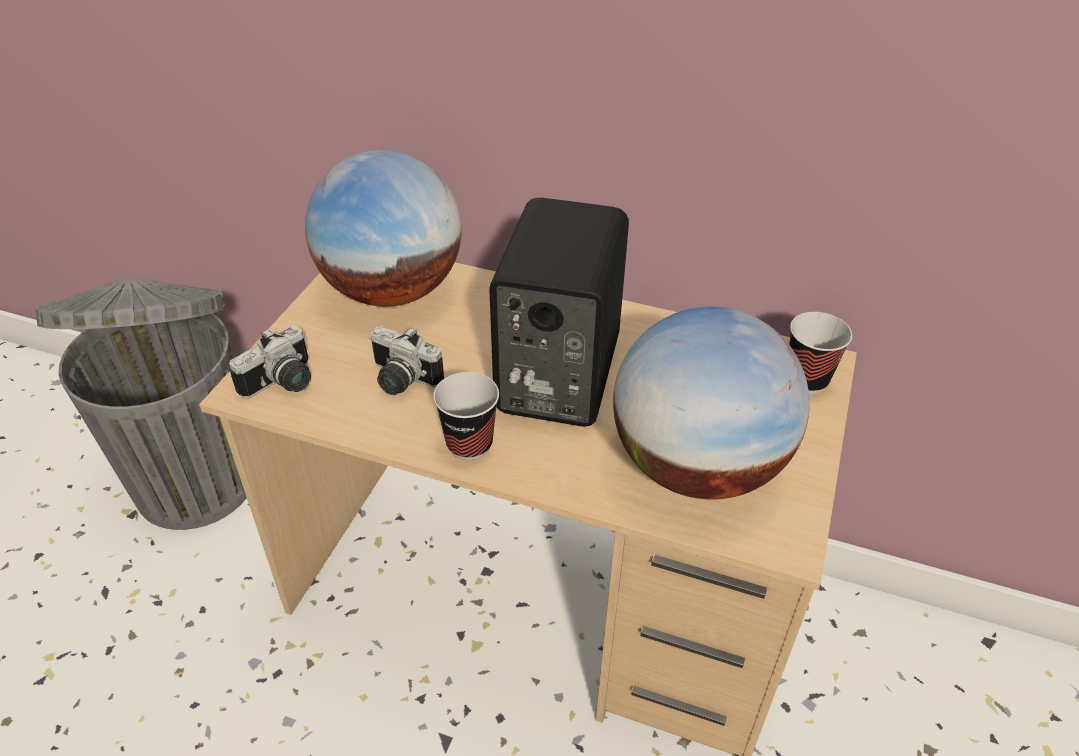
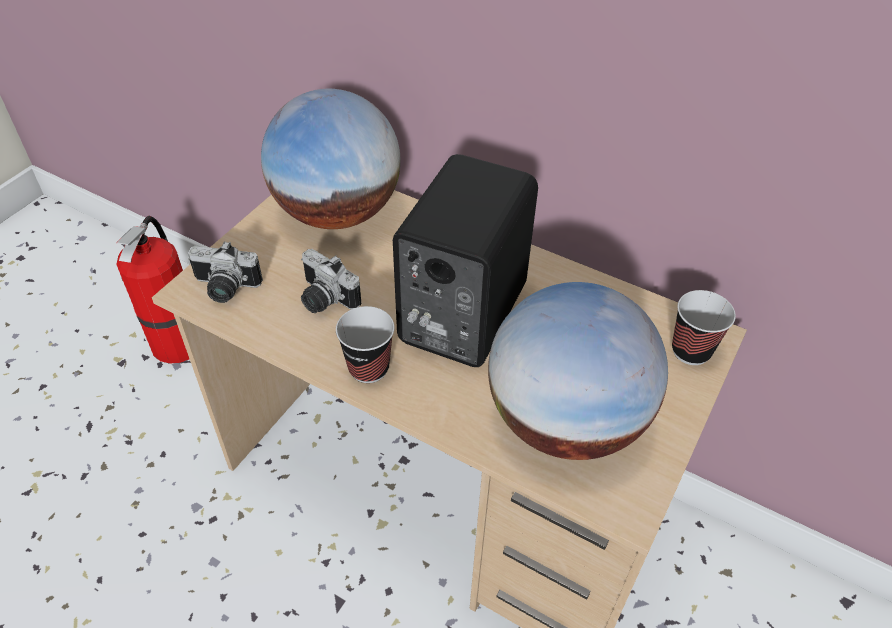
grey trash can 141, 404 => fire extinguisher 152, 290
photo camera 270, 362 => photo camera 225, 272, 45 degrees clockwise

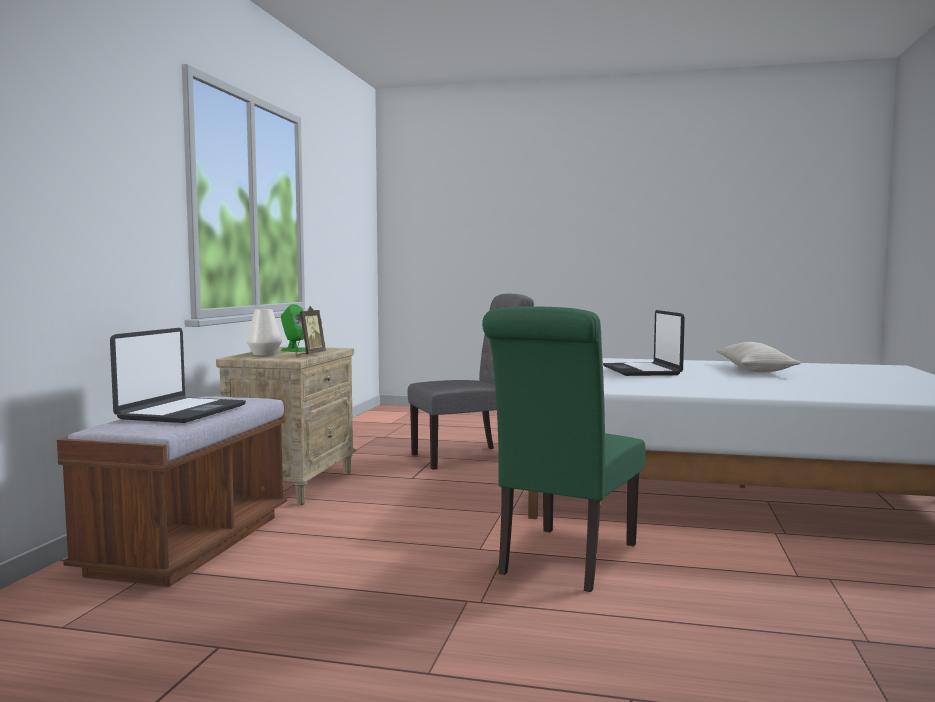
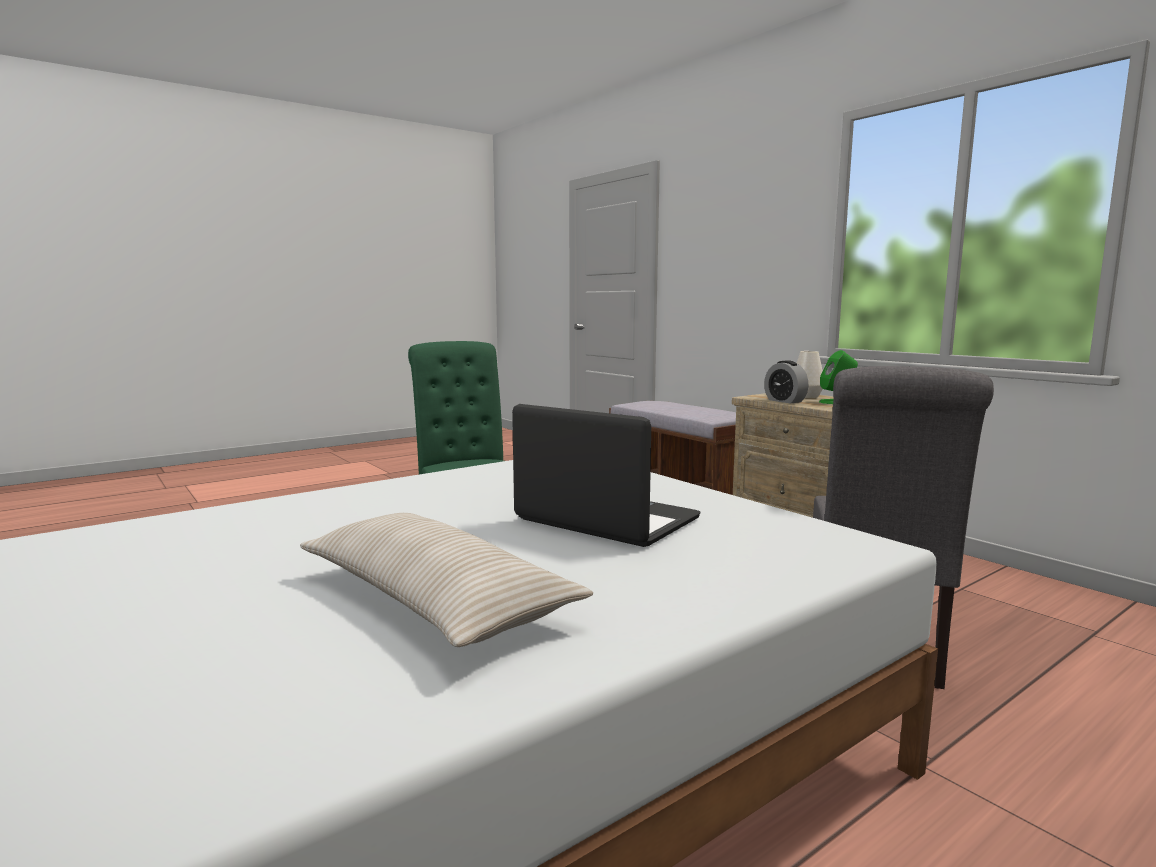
laptop 178, 375 => nothing
picture frame 311, 330 => alarm clock 786, 382

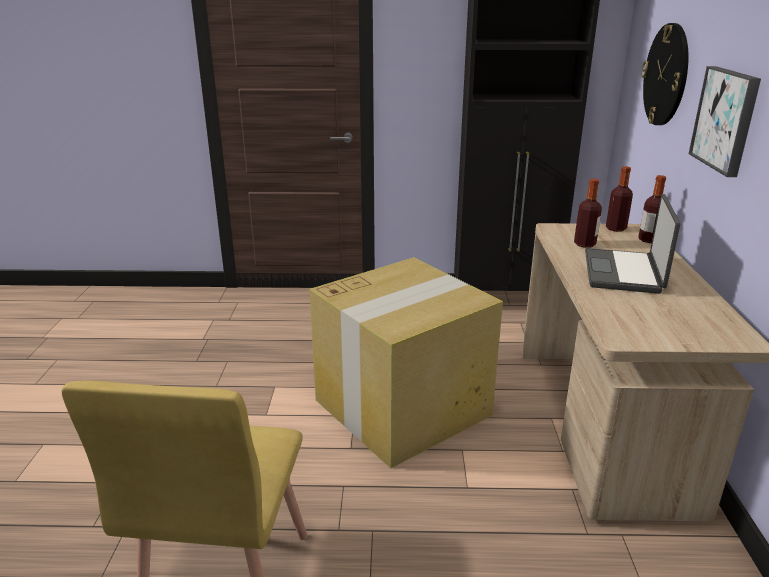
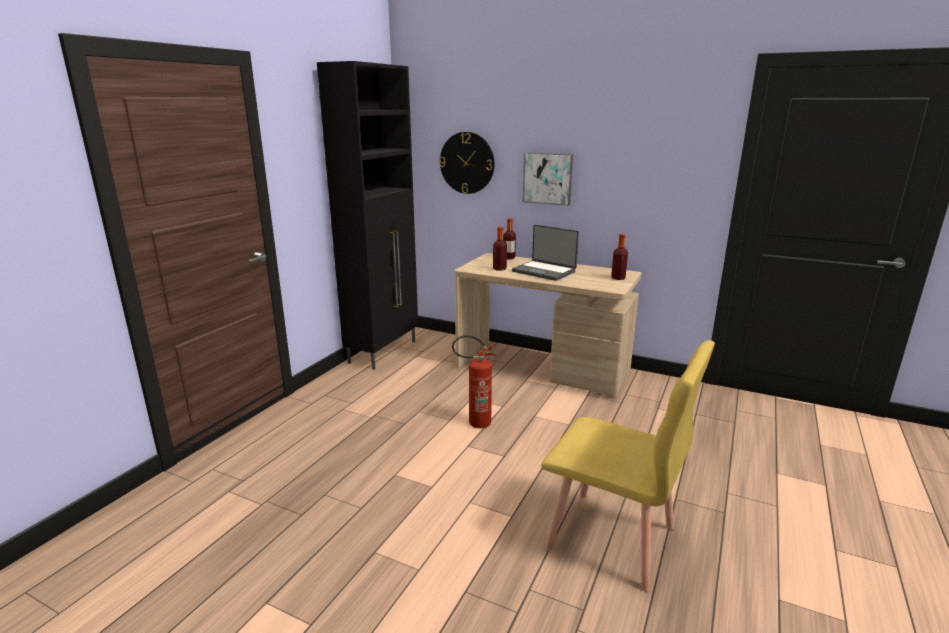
bottle 619, 199 => bottle 619, 257, move
cardboard box 406, 362 => fire extinguisher 474, 381

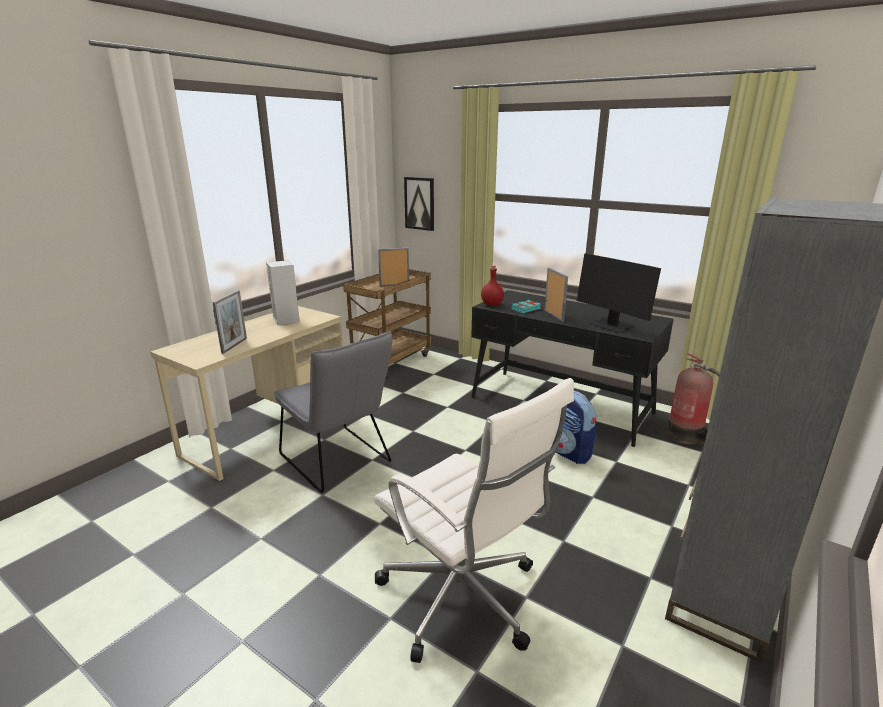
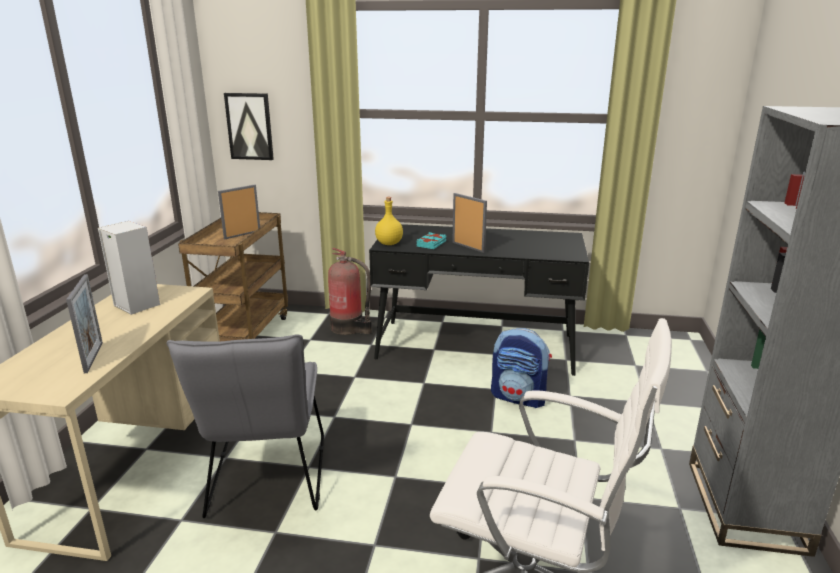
monitor 619, 293 => nothing
fire extinguisher 693, 399 => fire extinguisher 350, 291, move
red bottle 492, 285 => yellow bottle 389, 221
grey chair 333, 412 => grey chair 245, 426, 60 degrees clockwise

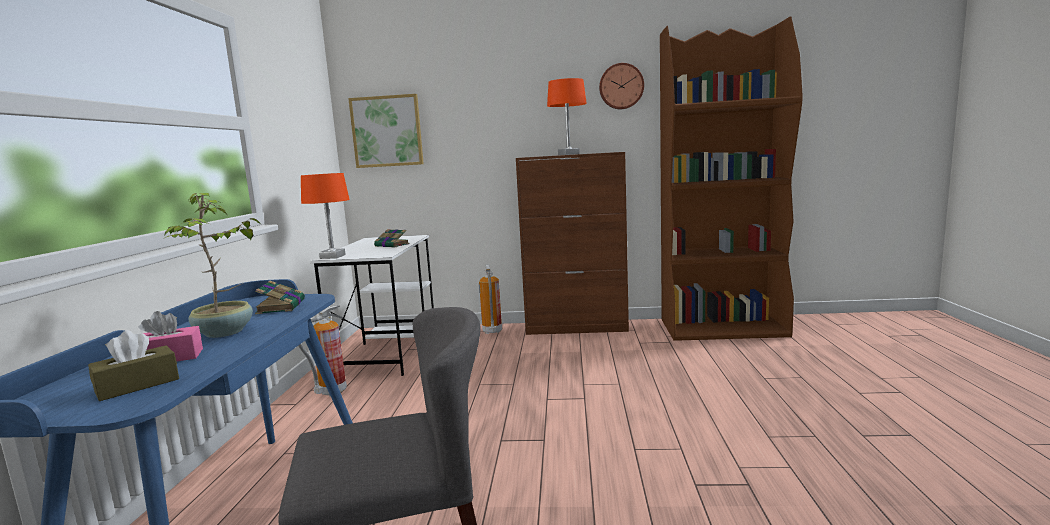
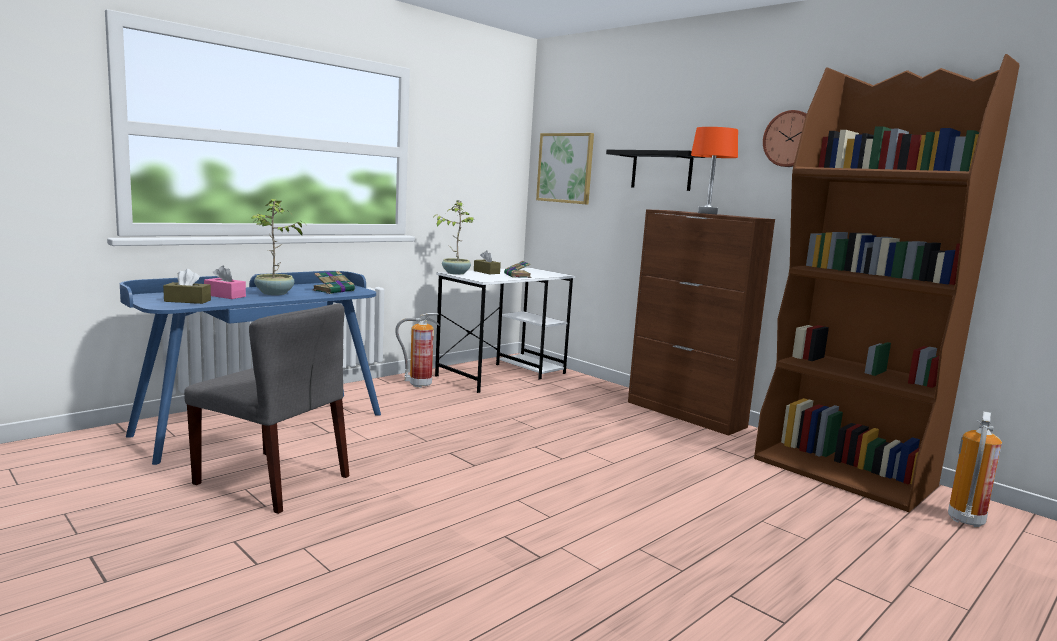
nothing => brown tissue box 487, 262
nothing => black shelf 656, 170
fire extinguisher 490, 299 => fire extinguisher 975, 469, move
orange table lamp 325, 216 => potted plant 455, 237

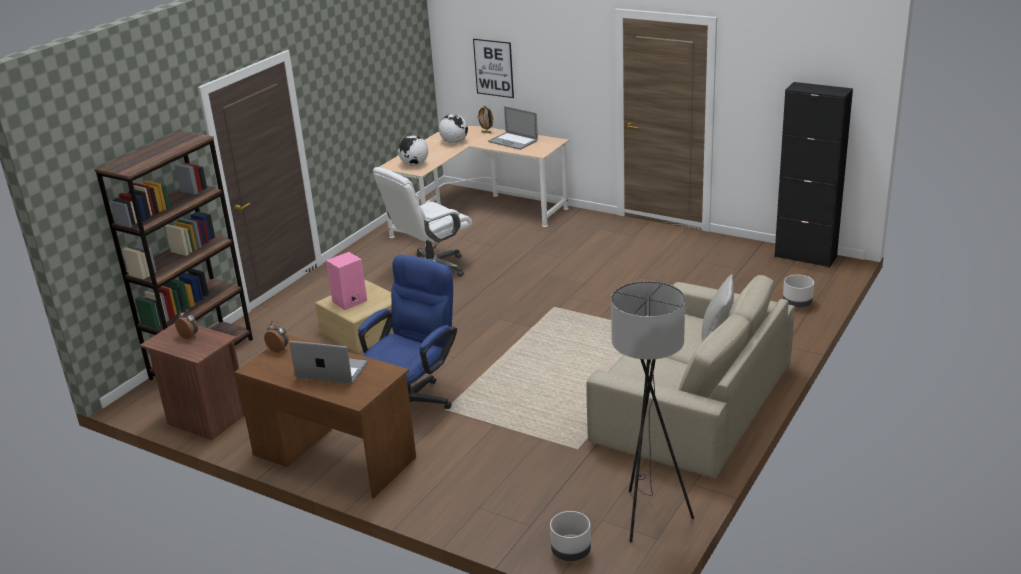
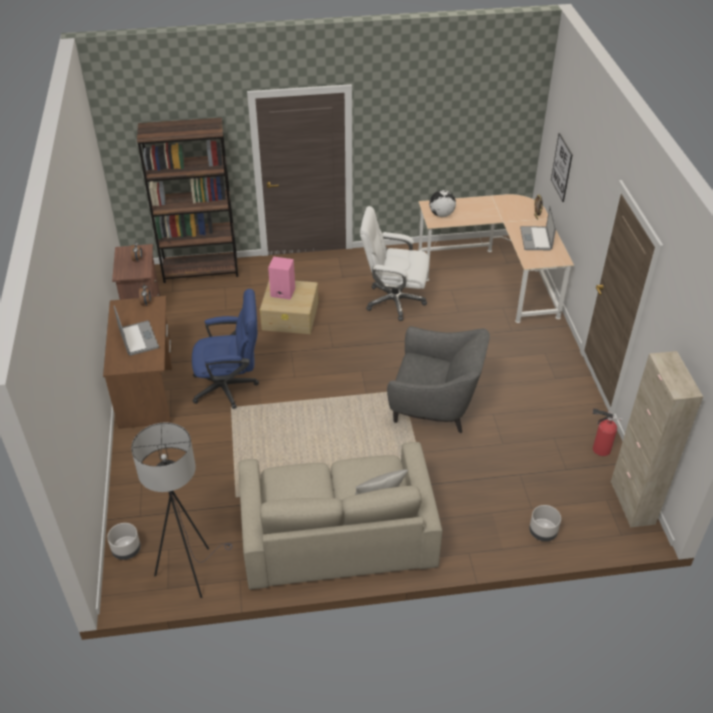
globe 453, 128 => nothing
nothing => grey armchair 438, 379
nothing => fire extinguisher 607, 432
black cabinet 813, 175 => beige cabinet 657, 439

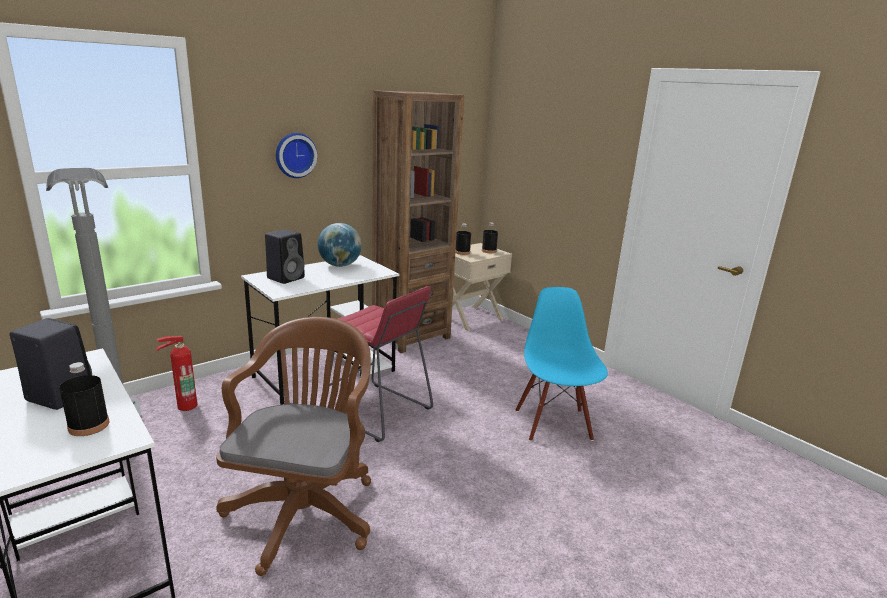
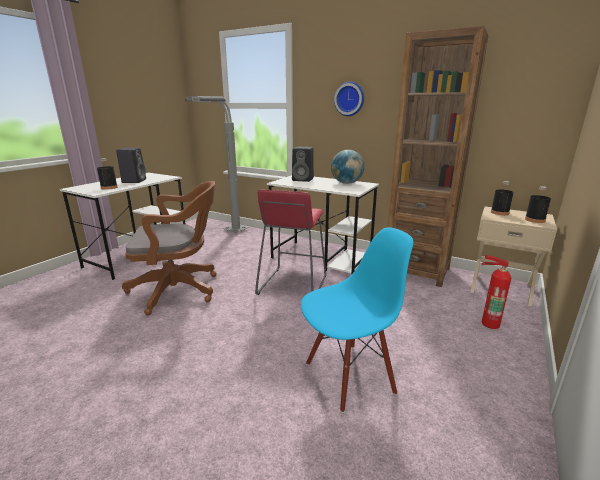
fire extinguisher 176, 373 => fire extinguisher 496, 292, move

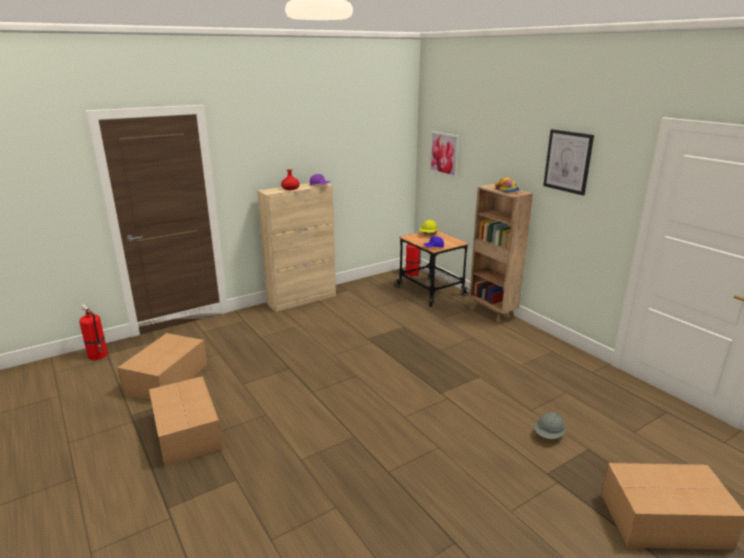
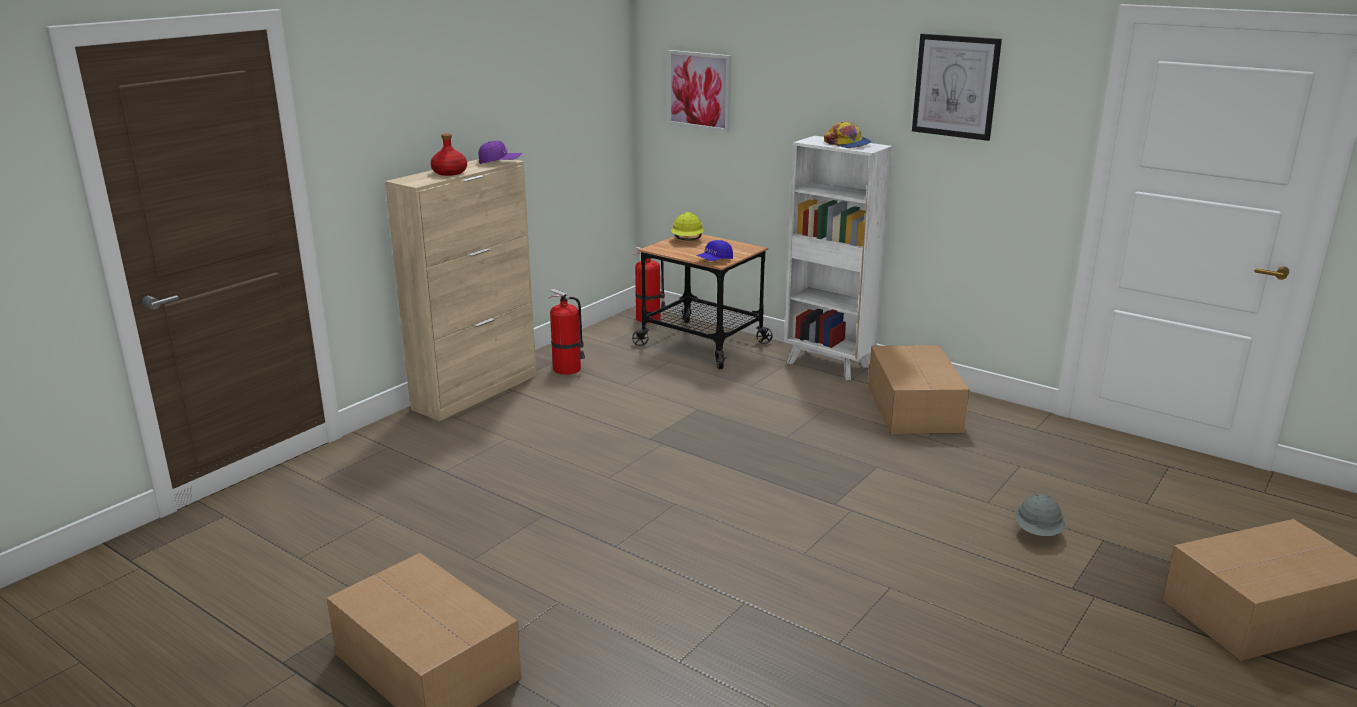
fire extinguisher 93, 332 => fire extinguisher 567, 332, move
cardboard box 162, 366 => cardboard box 918, 389, move
brown bookcase 501, 254 => white bookcase 838, 258

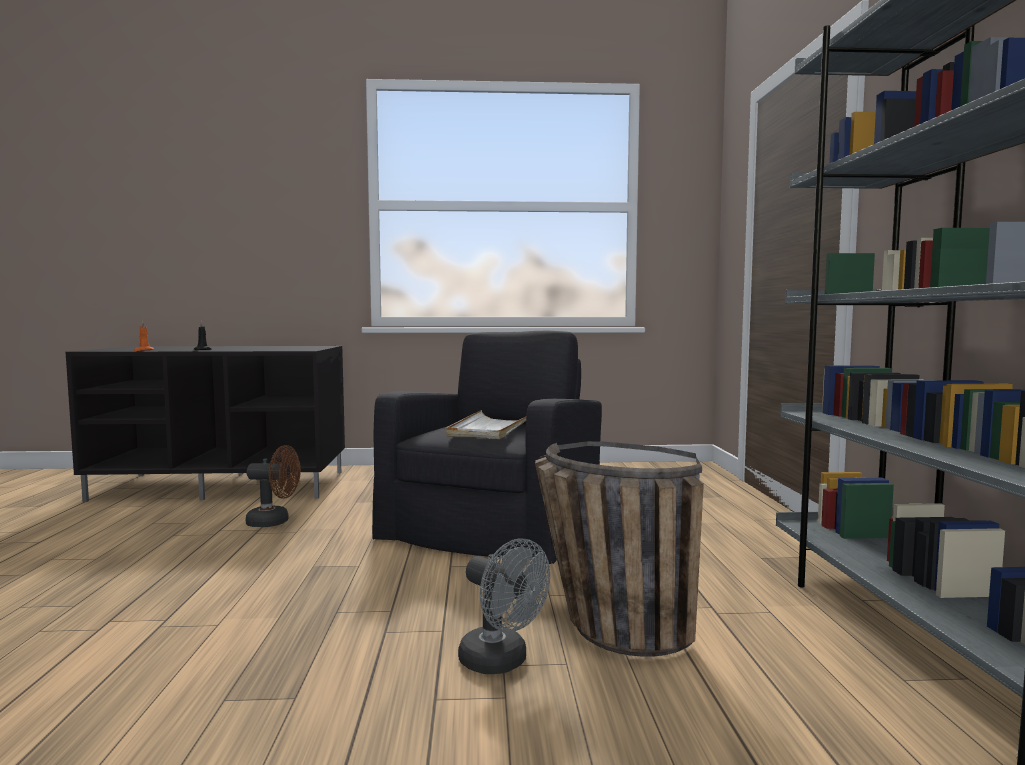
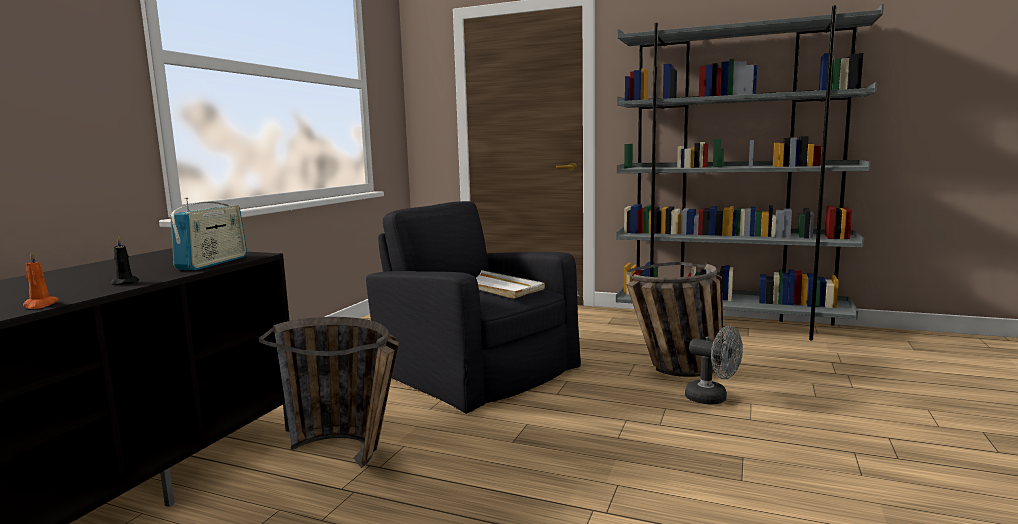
nothing => radio 208, 233
brown fan 273, 486 => basket 328, 392
grey fan 504, 606 => grey fan 714, 365, 60 degrees clockwise

